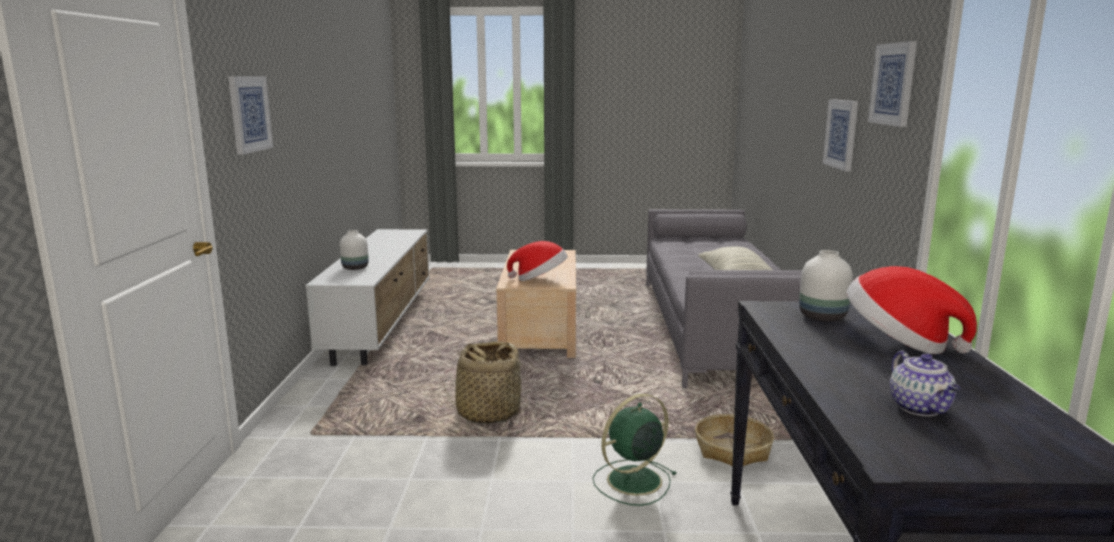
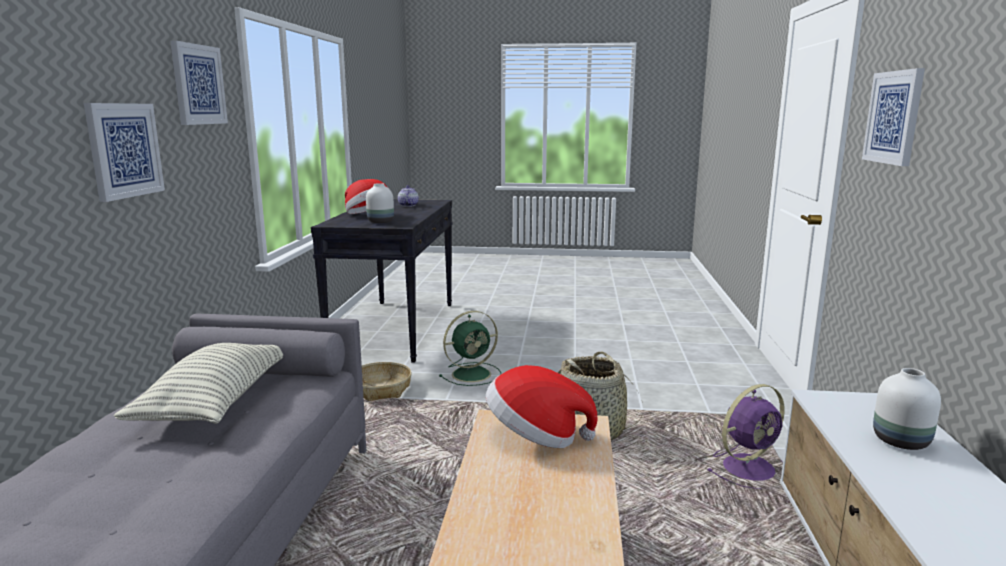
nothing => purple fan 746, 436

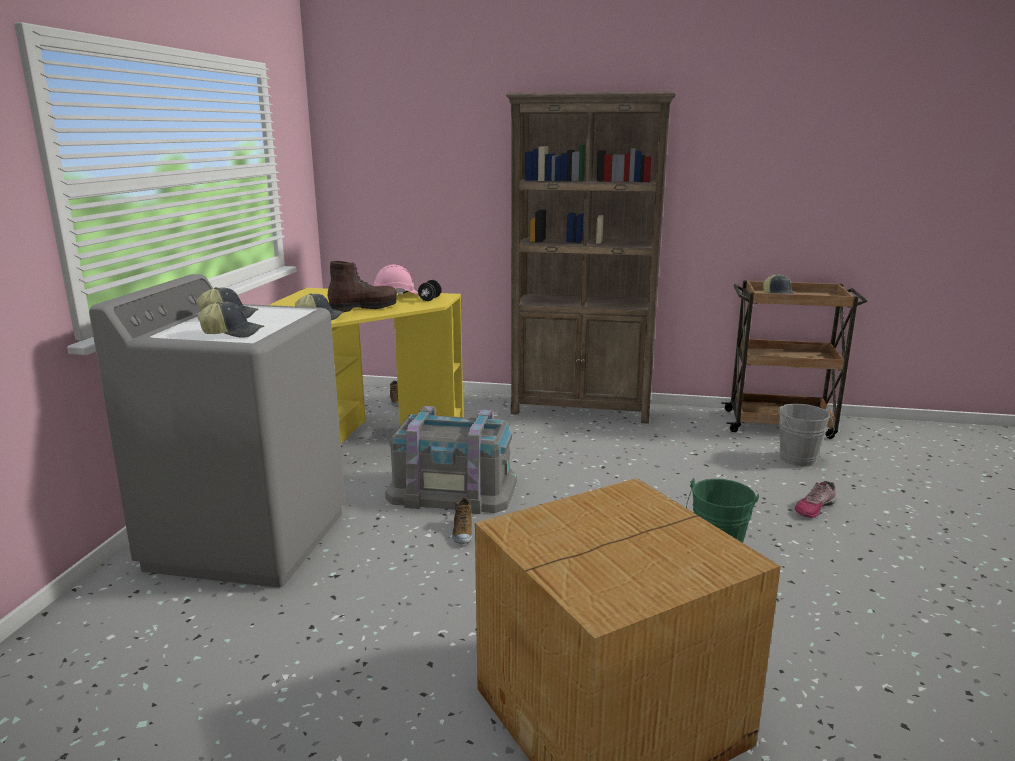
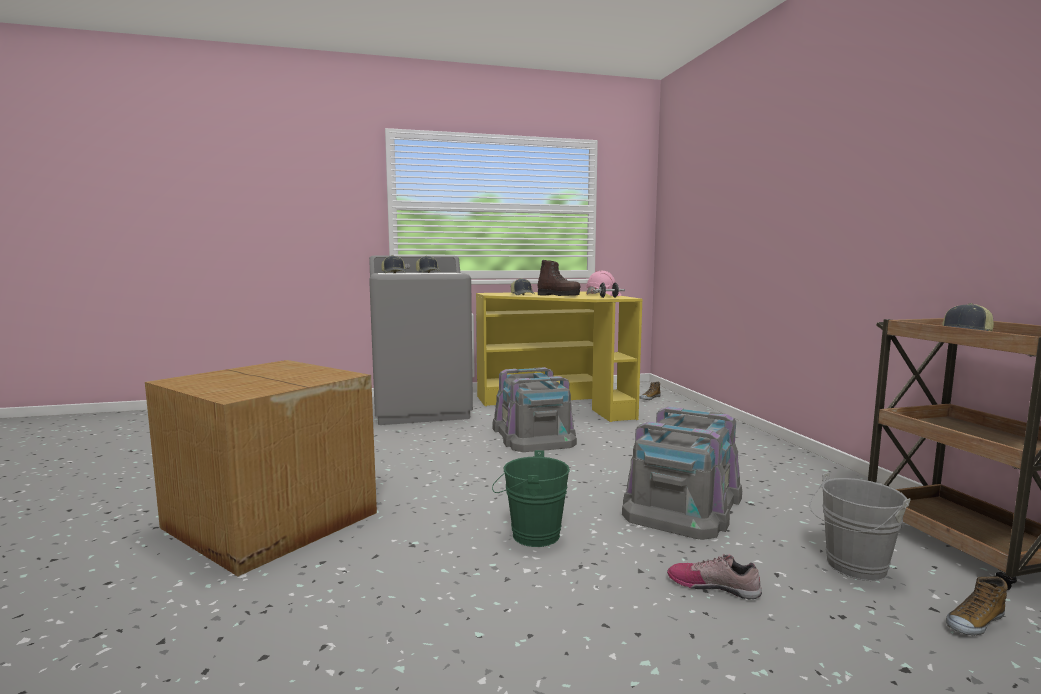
brown bookcase 591, 257 => nothing
nothing => grey storage box 682, 473
shoe 462, 520 => shoe 977, 606, move

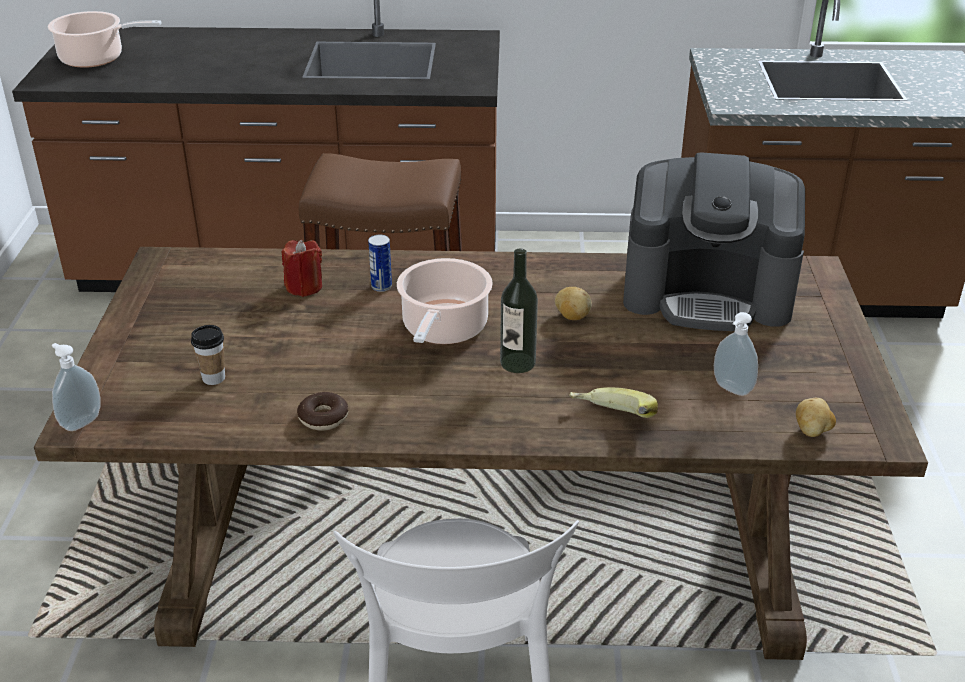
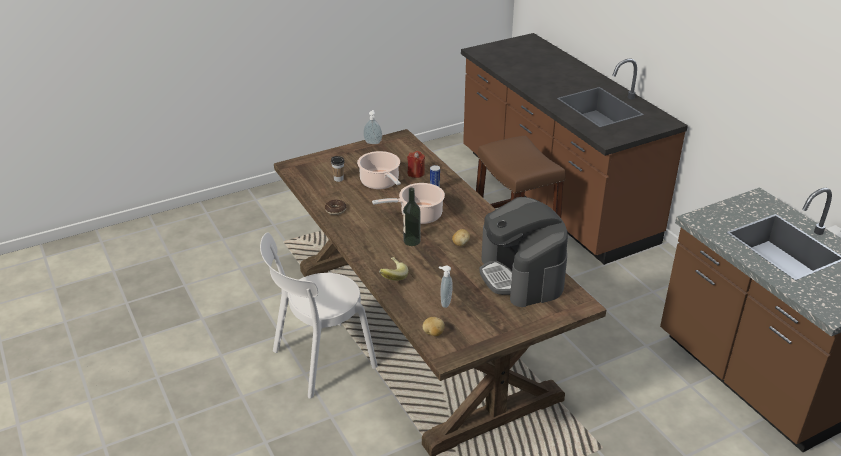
cooking pot 105, 39 => cooking pot 379, 170, move
soap dispenser 76, 387 => soap dispenser 372, 127, move

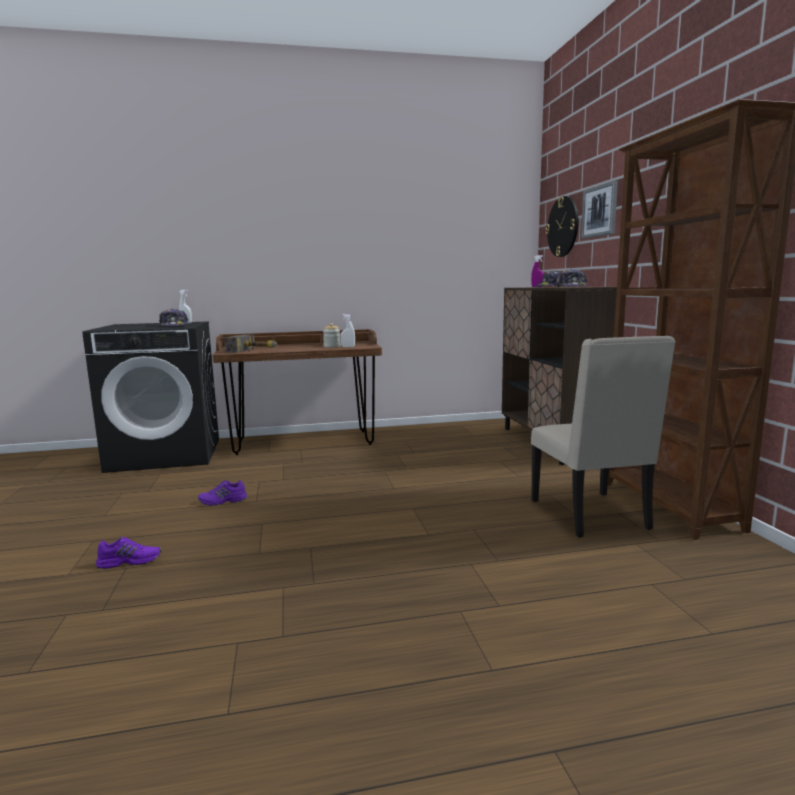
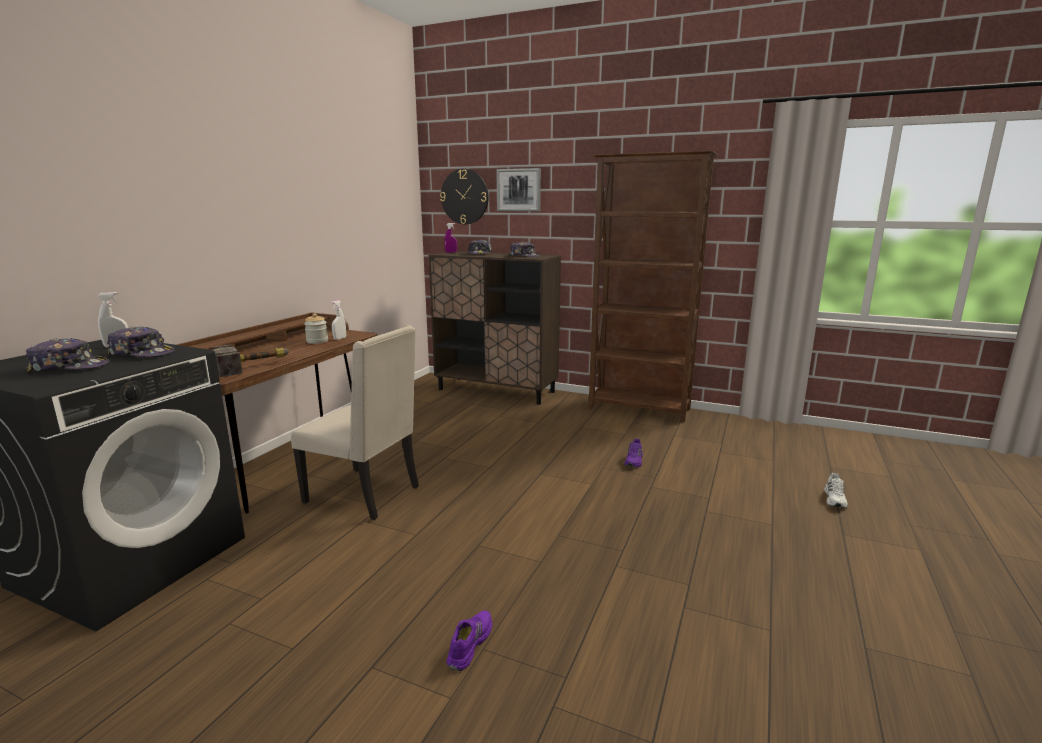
nothing => cap 67, 355
nothing => white shoe 836, 490
purple shoe 223, 493 => purple shoe 633, 453, move
beige chair 603, 437 => beige chair 355, 422, move

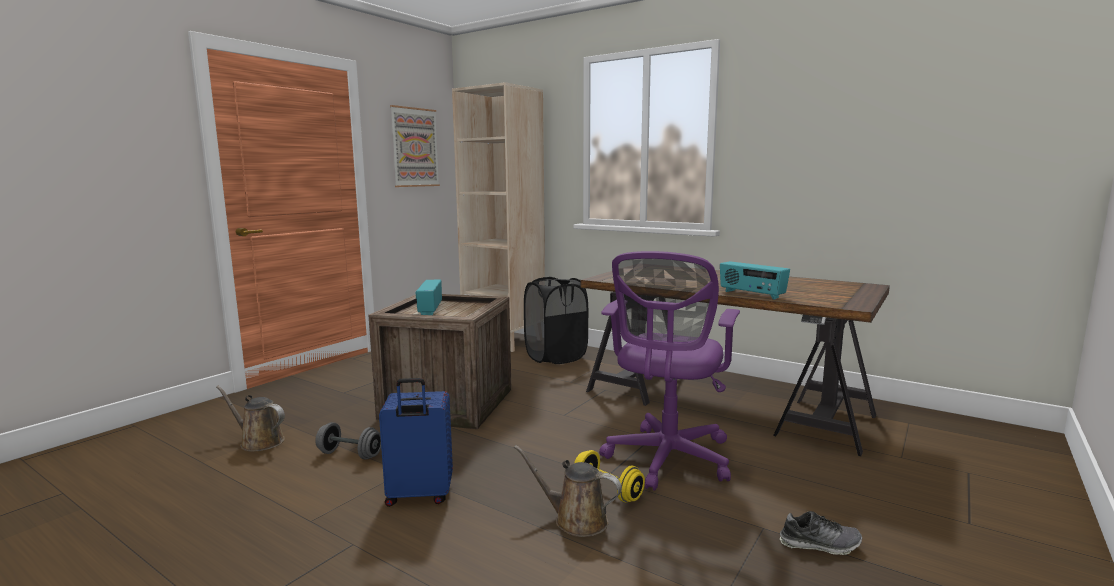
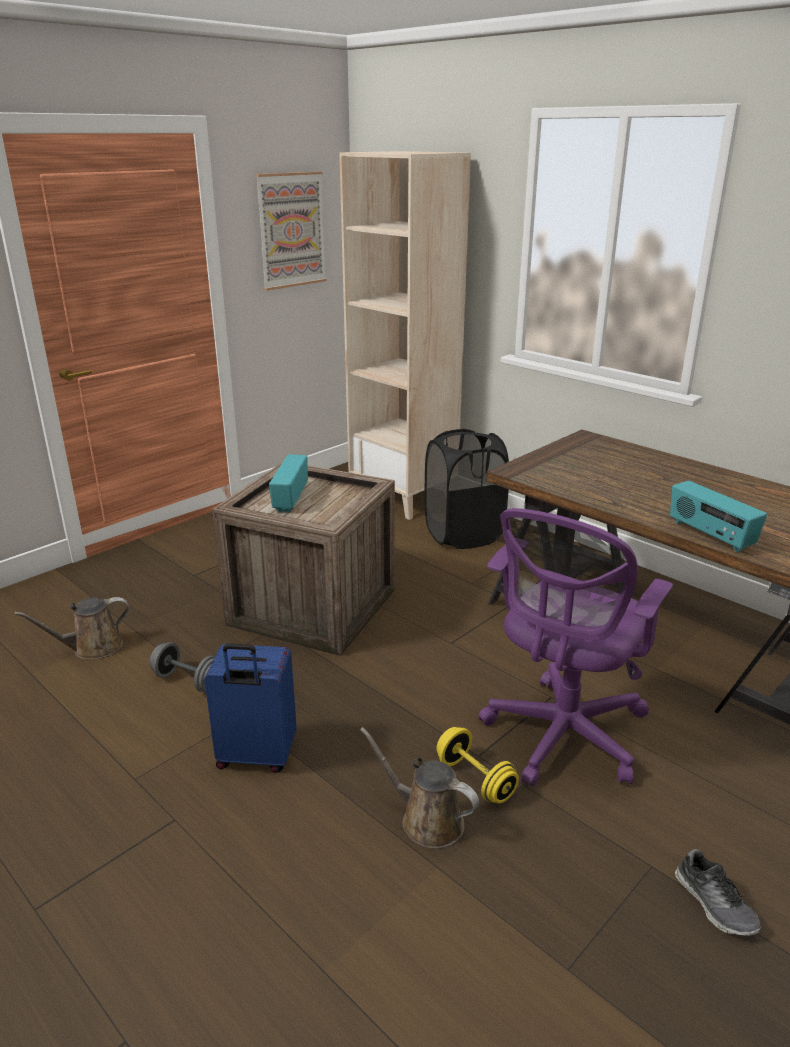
brown watering can 250, 419 => brown watering can 71, 628, 60 degrees counterclockwise
shoe 821, 533 => shoe 718, 892, 45 degrees clockwise

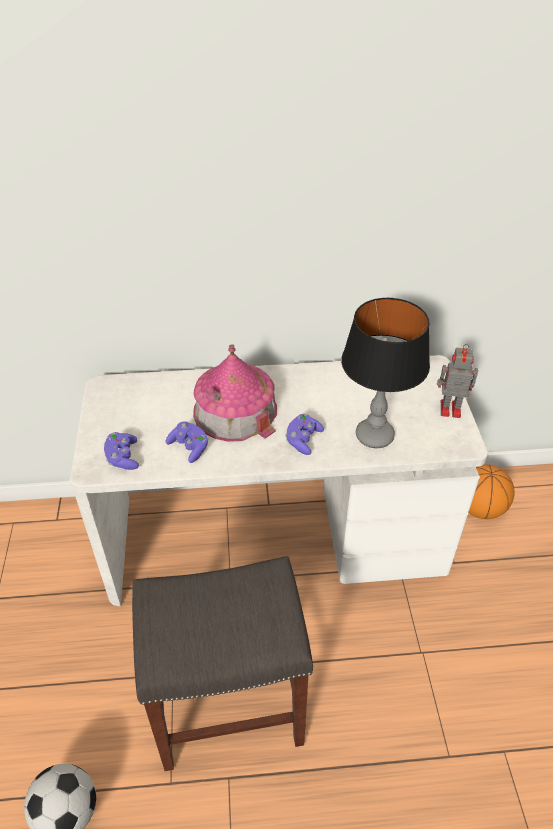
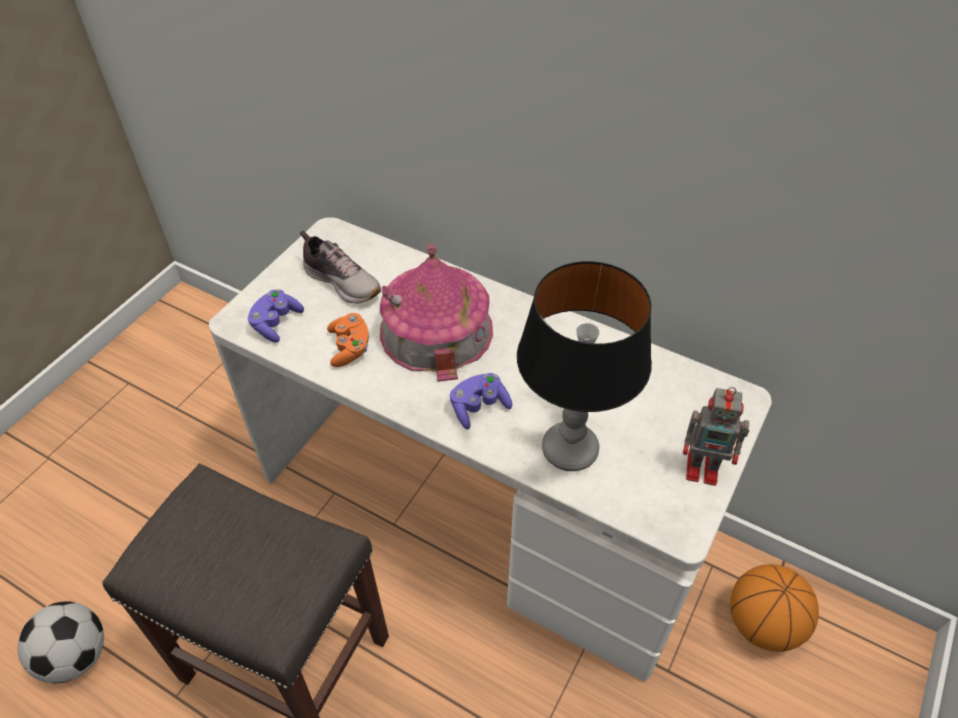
nothing => shoe 340, 267
purple game controller 186, 442 => orange game controller 348, 340
toy robot 457, 381 => toy robot 716, 436, 150 degrees clockwise

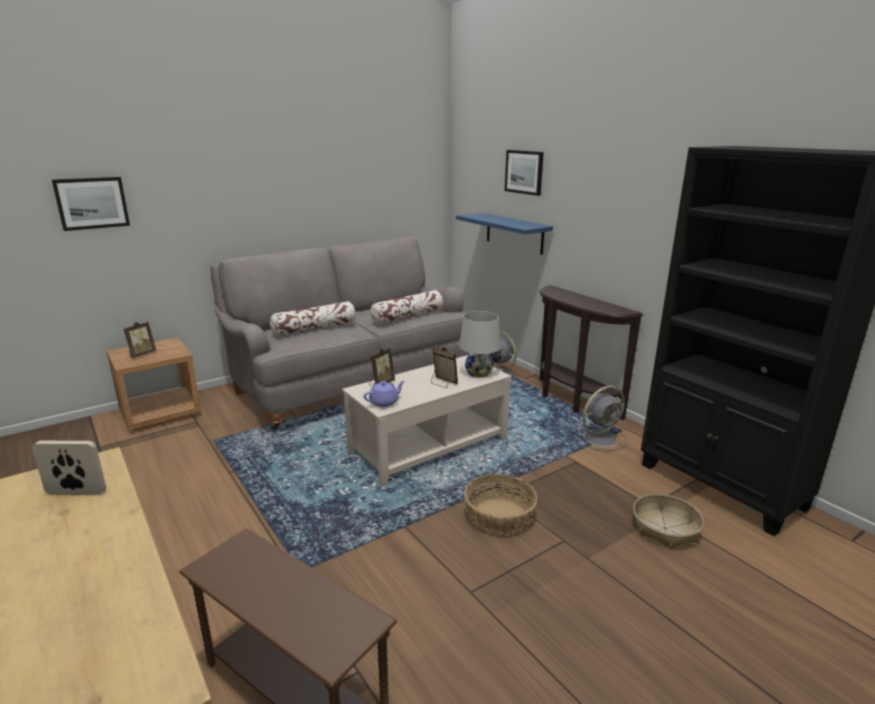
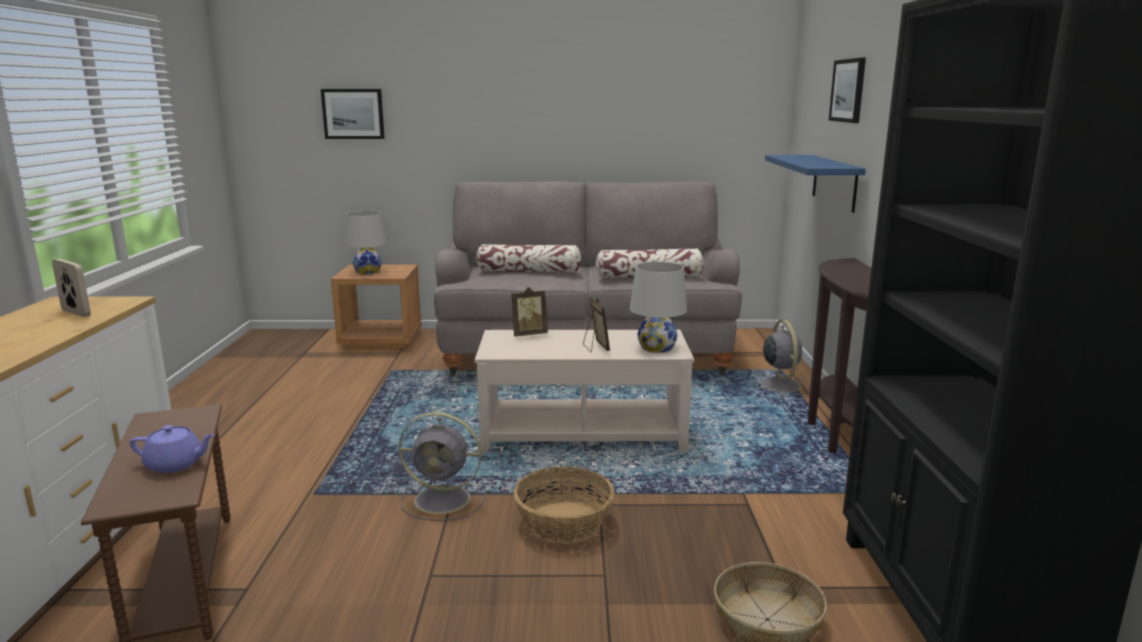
purple teapot 384, 394 => purple teapot 172, 449, move
grey fan 601, 418 => grey fan 442, 466, move
picture frame 140, 340 => white table lamp 365, 242

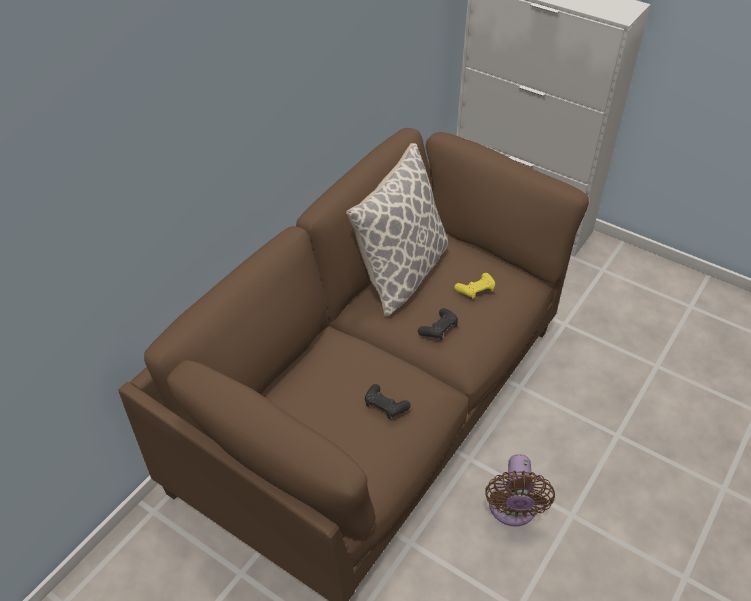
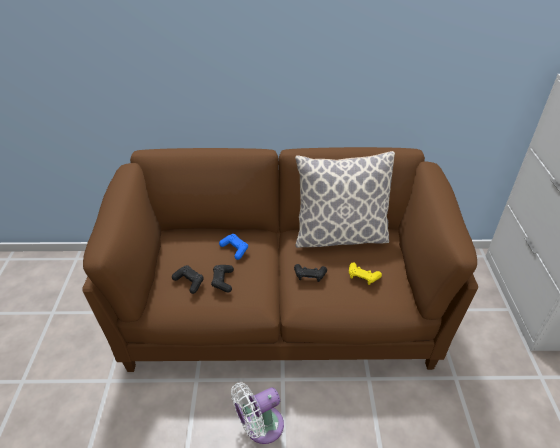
nothing => black game controller 188, 279
nothing => blue game controller 233, 247
brown fan 520, 490 => white fan 257, 413

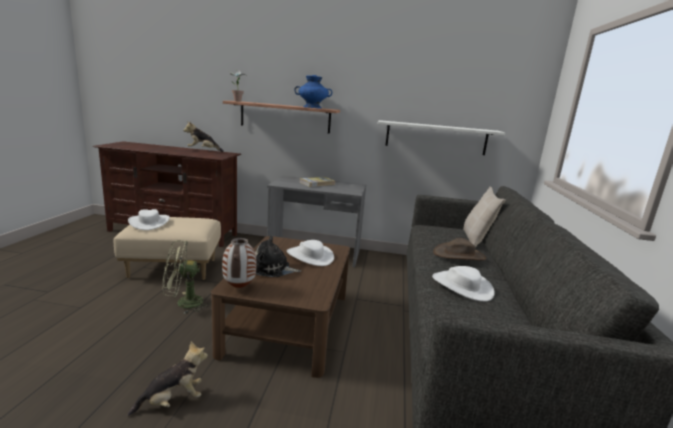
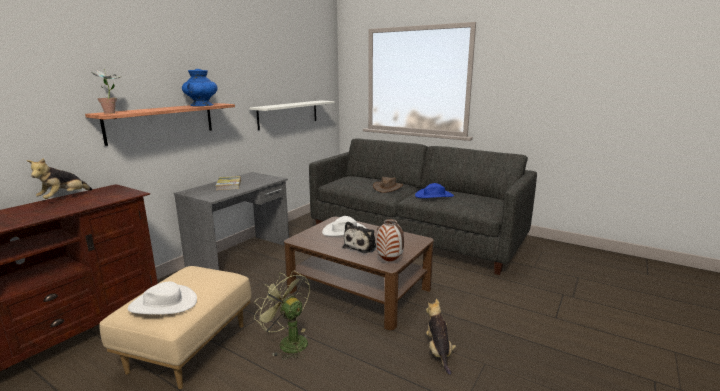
beige pillow 484, 217 => nothing
white hat 463, 284 => blue hat 434, 190
green fan 186, 277 => green fan 282, 315, 120 degrees clockwise

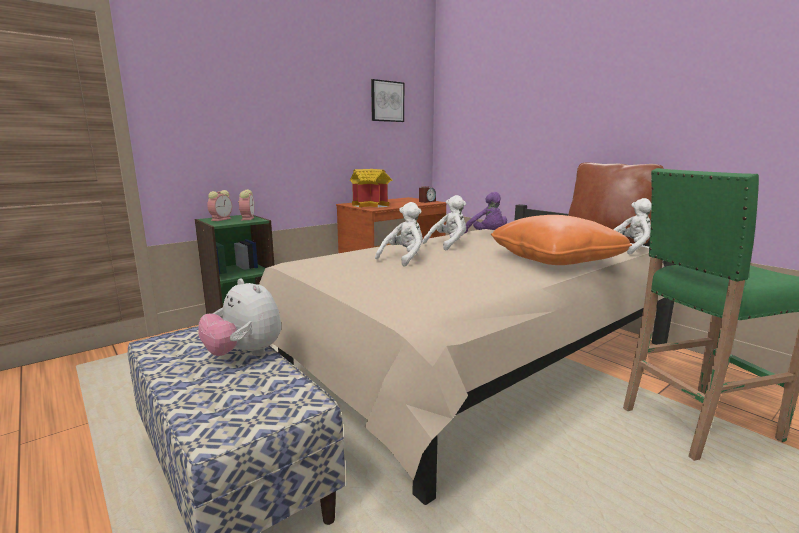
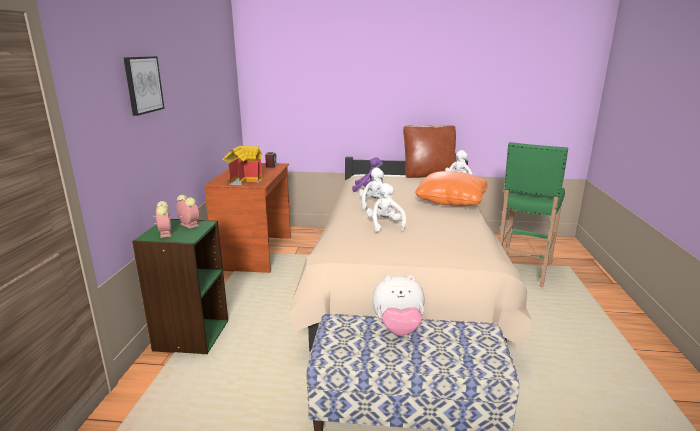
picture 387, 100 => picture 144, 86, move

